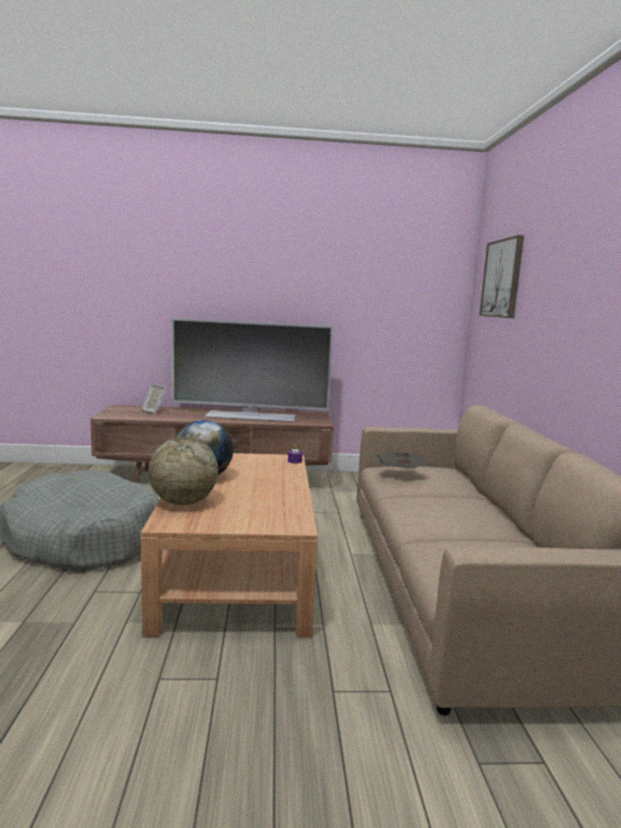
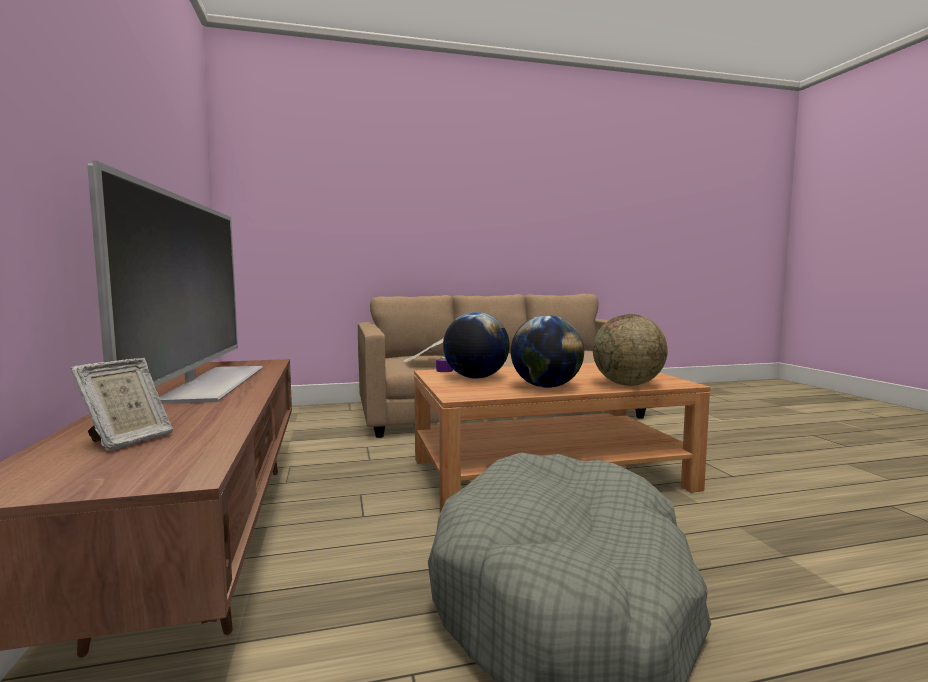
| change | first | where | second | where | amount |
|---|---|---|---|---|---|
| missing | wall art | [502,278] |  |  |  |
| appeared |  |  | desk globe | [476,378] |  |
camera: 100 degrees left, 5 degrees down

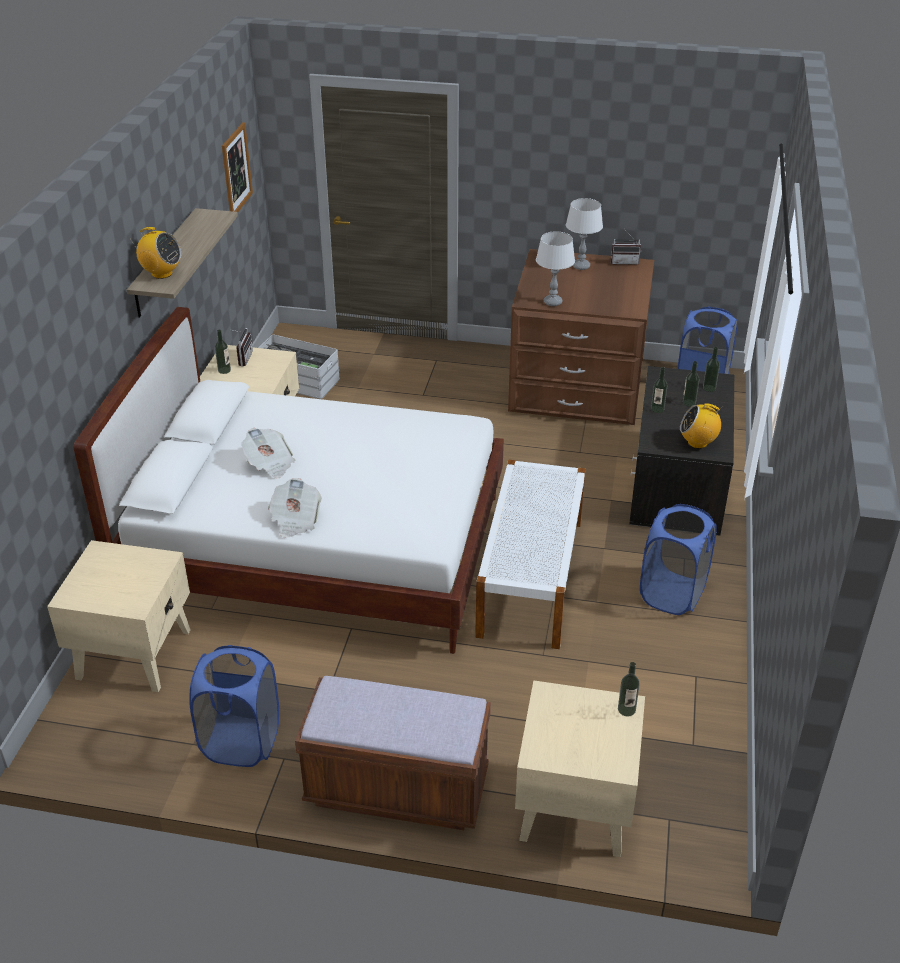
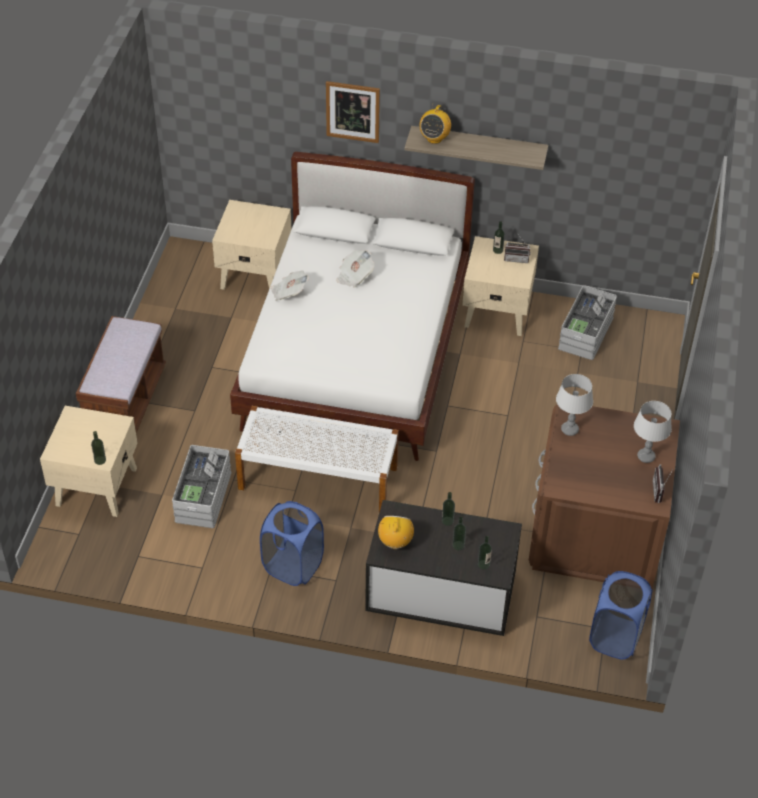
| change | first | where | second | where | amount |
|---|---|---|---|---|---|
| missing | bluish laundry basket | [241,742] |  |  |  |
| relocated | wall art | [236,170] |  | [353,111] |  |
| appeared |  |  | grey storage box | [202,496] |  |
camera: 90 degrees right, 10 degrees up

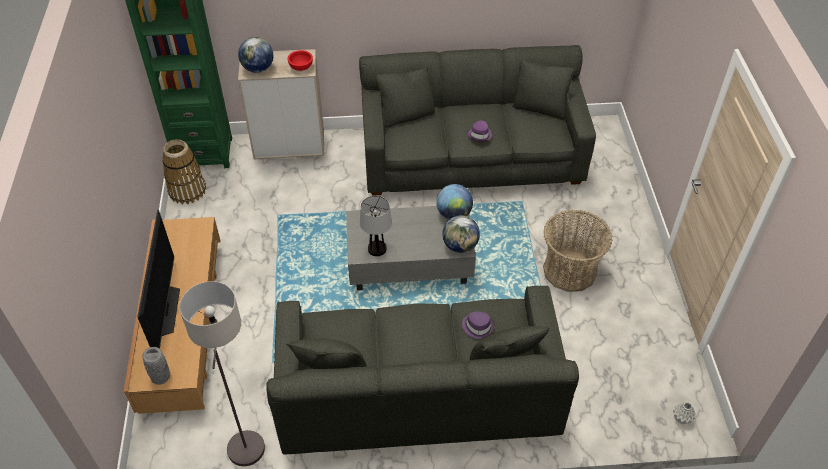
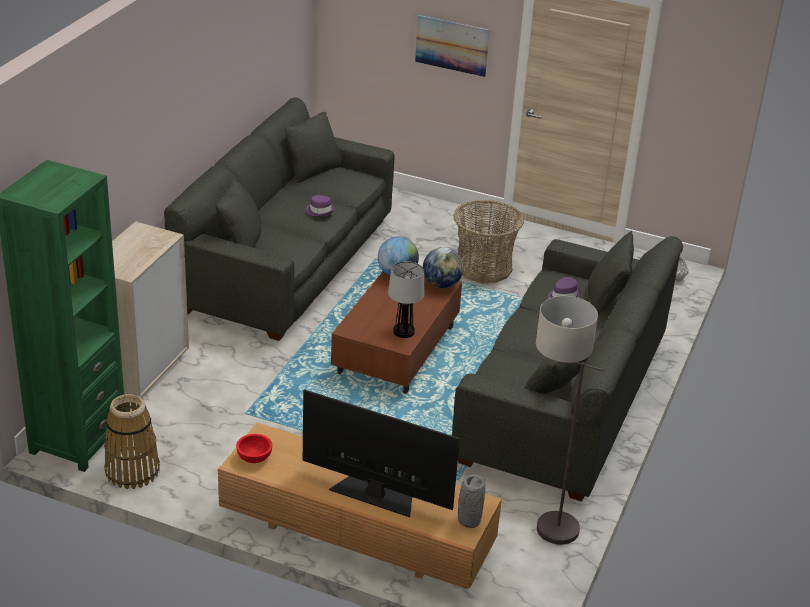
| change | first | where | second | where | amount |
|---|---|---|---|---|---|
| missing | desk globe | [258,69] |  |  |  |
| relocated | red serving bowl | [301,67] |  | [254,457] |  |
| colour | grey low table | [408,262] | brown low table | [395,350] |  |
| appeared |  |  | wall art | [452,45] |  |
camera: 65 degrees left, 15 degrees down

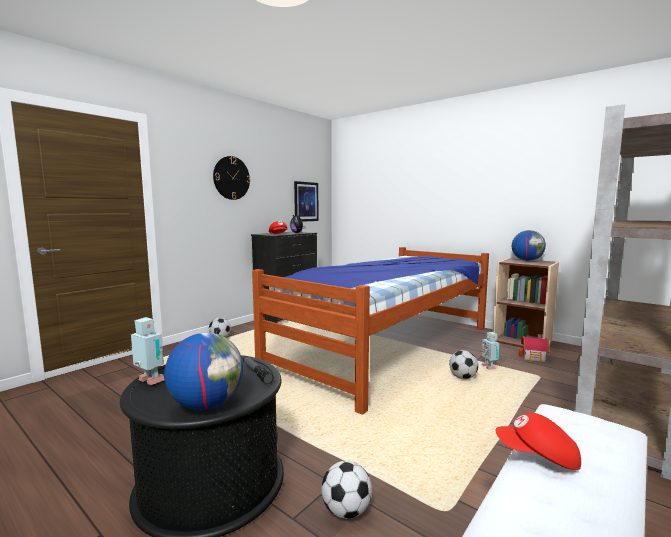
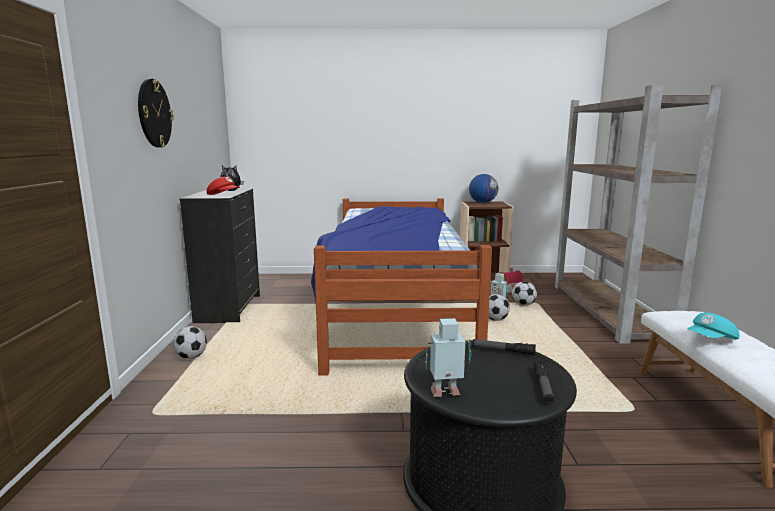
| change | first | where | second | where | amount |
|---|---|---|---|---|---|
| exchanged | desk globe | [206,404] | torch | [543,386] |  |
| missing | wall art | [306,201] |  |  |  |
| relocated | football ball | [346,511] |  | [523,305] |  |
| colour | red peaked cap | [538,457] | turquoise peaked cap | [711,340] |  |
camera: 40 degrees left, 5 degrees up

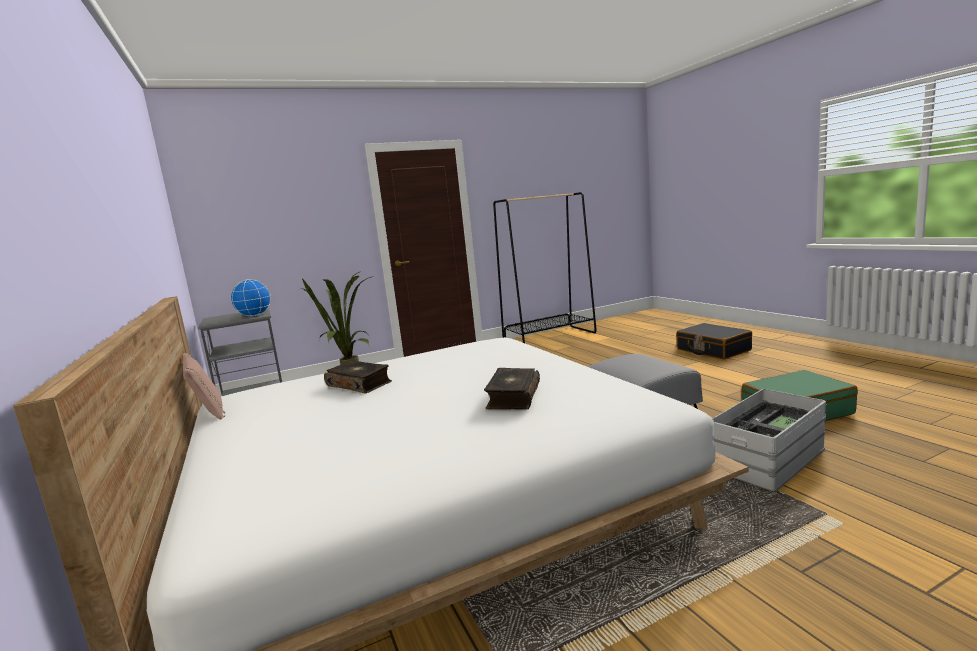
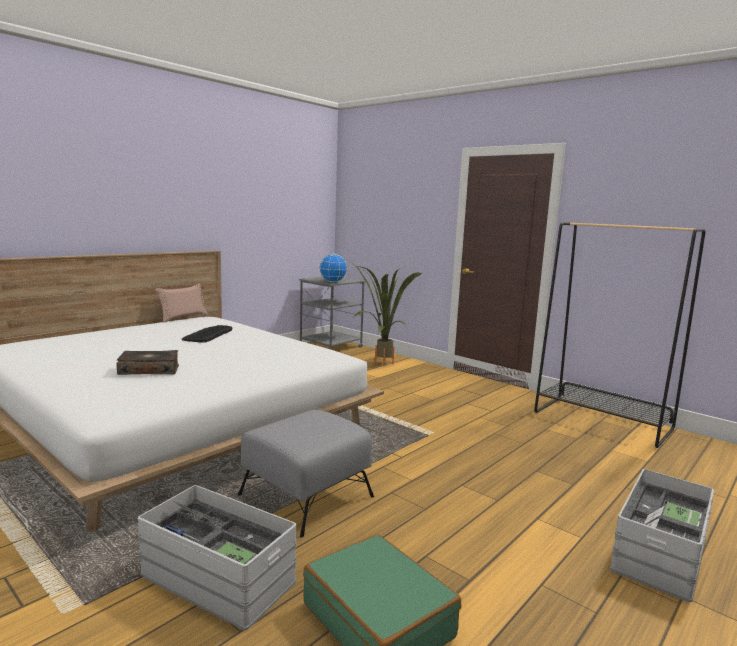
| change | first | where | second | where | amount |
|---|---|---|---|---|---|
| exchanged | book | [359,384] | PC keyboard | [207,335] |  |
| exchanged | blackish piece of luggage | [713,350] | grey storage box | [661,553] |  |
camera: 65 degrees right, 0 degrees up

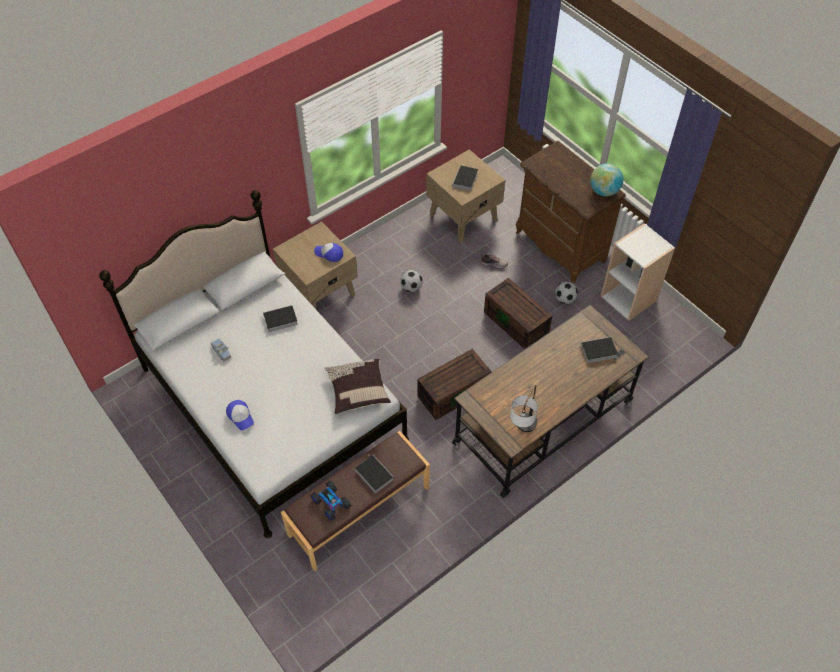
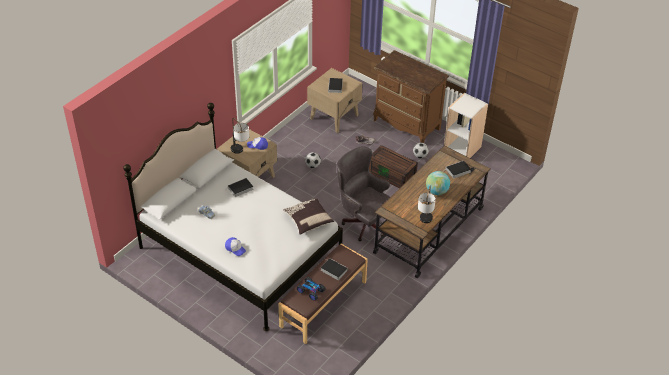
| change | first | where | second | where | amount |
|---|---|---|---|---|---|
| exchanged | brown storage box | [453,391] | grey office chair | [363,223] |  |
| relocated | desk globe | [604,191] |  | [437,191] |  |
| appeared |  |  | lamp for a table | [240,152] |  |
camera: 15 degrees left, 10 degrees down

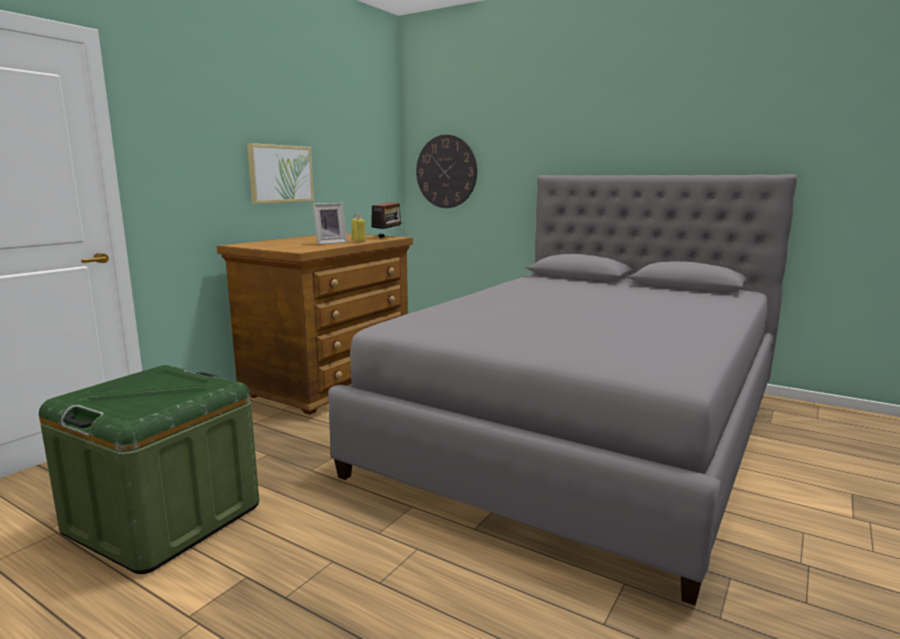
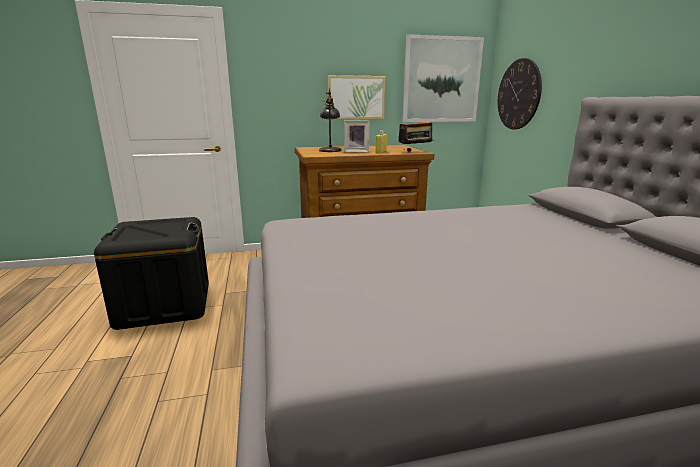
| change | first | where | second | where | amount |
|---|---|---|---|---|---|
| colour | green-coloured storage box | [164,519] | blackish storage box | [165,305] |  |
| appeared |  |  | grey lamp for a table | [330,149] |  |
| appeared |  |  | wall art | [441,80] |  |
camera: 45 degrees right, 5 degrees up

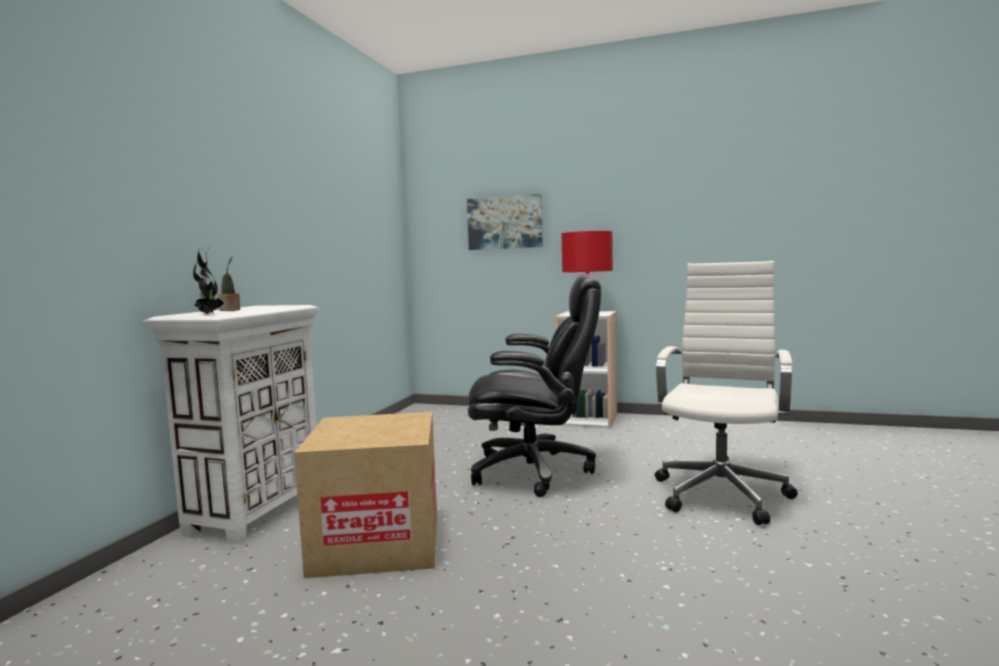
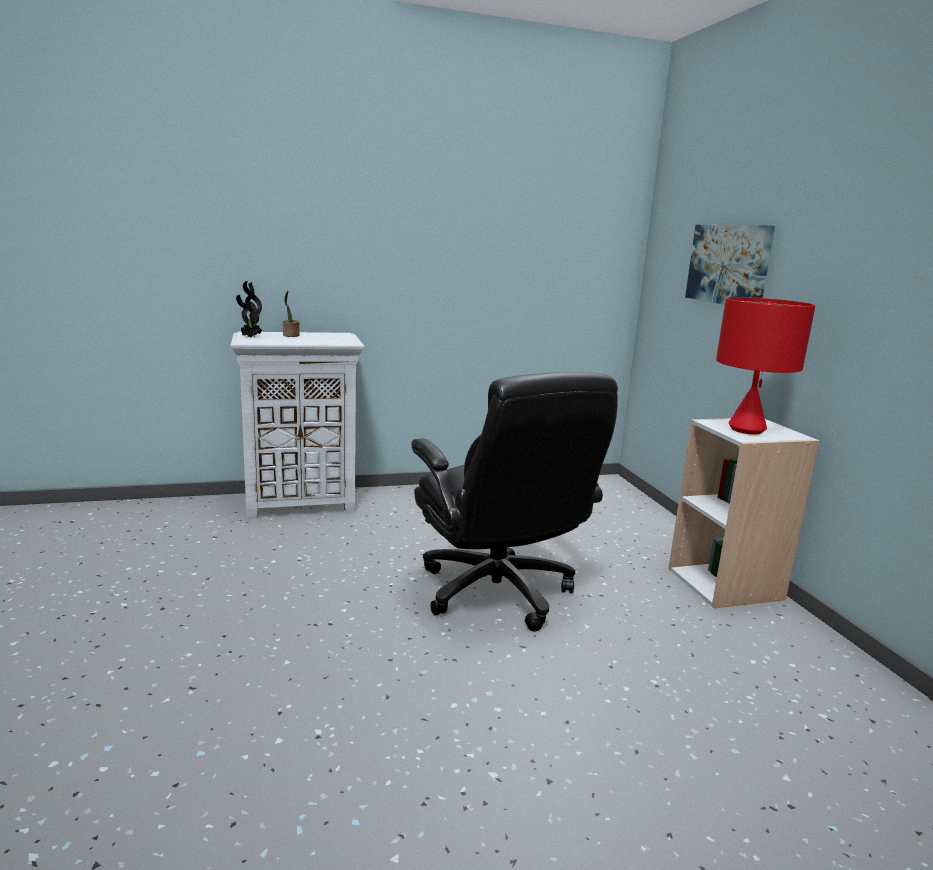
| change | first | where | second | where | amount |
|---|---|---|---|---|---|
| missing | cardboard box | [377,542] |  |  |  |
| missing | white-coloured office chair | [721,492] |  |  |  |
camera: 55 degrees right, 10 degrees up

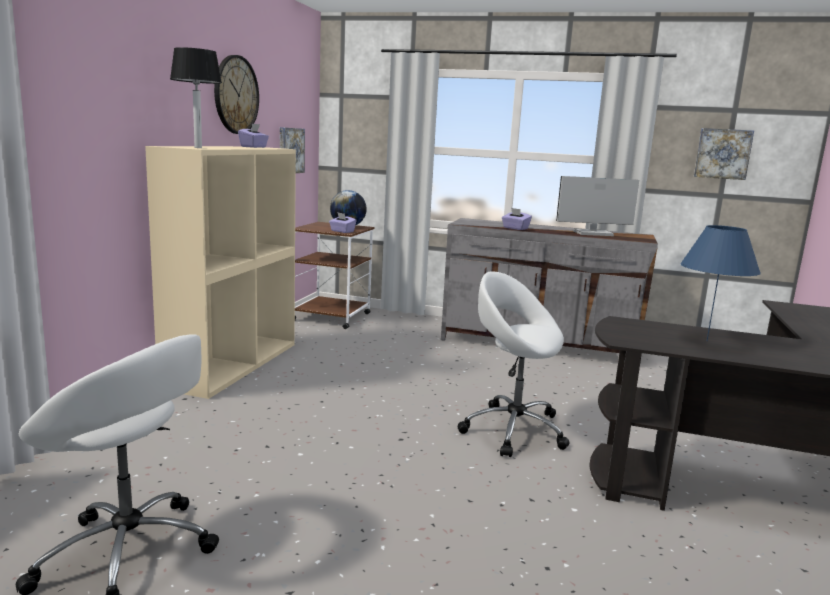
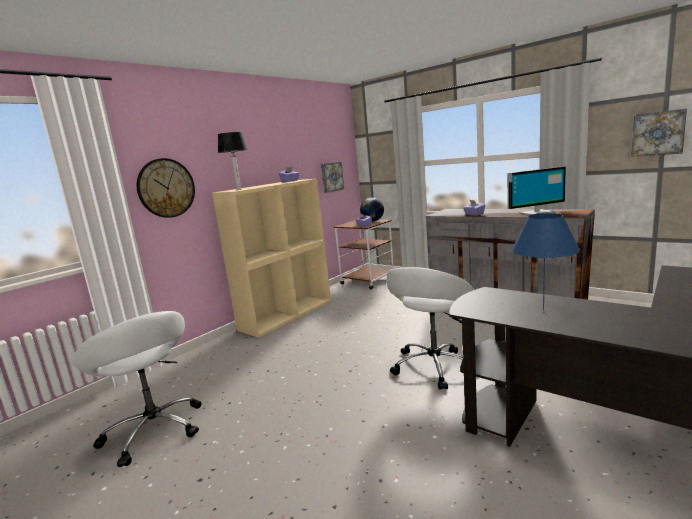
| change | first | where | second | where | amount |
|---|---|---|---|---|---|
| relocated | wall clock | [236,95] |  | [166,188] |  |
| spun | white-coloured office chair | [512,430] |  | [432,368] | 105 degrees counterclockwise |
| spun | computer screen | [593,233] |  | [536,213] | 150 degrees clockwise |
camera: 25 degrees right, 0 degrees up

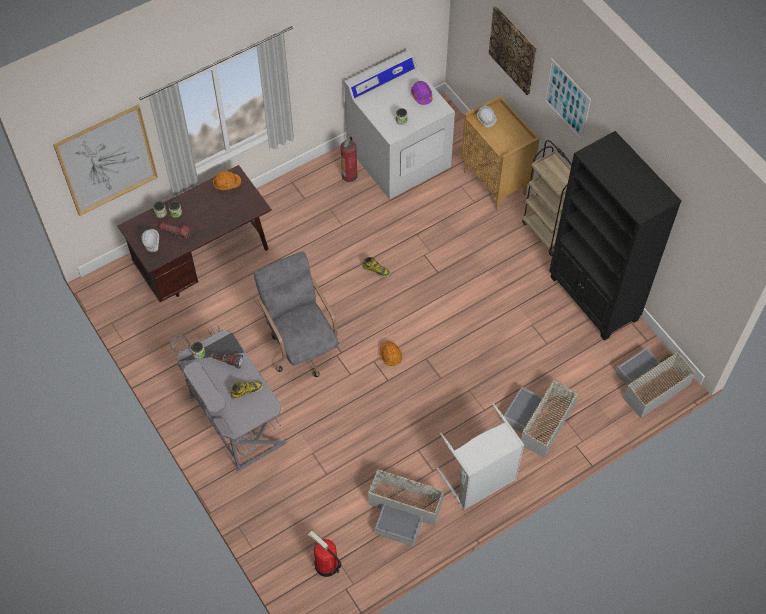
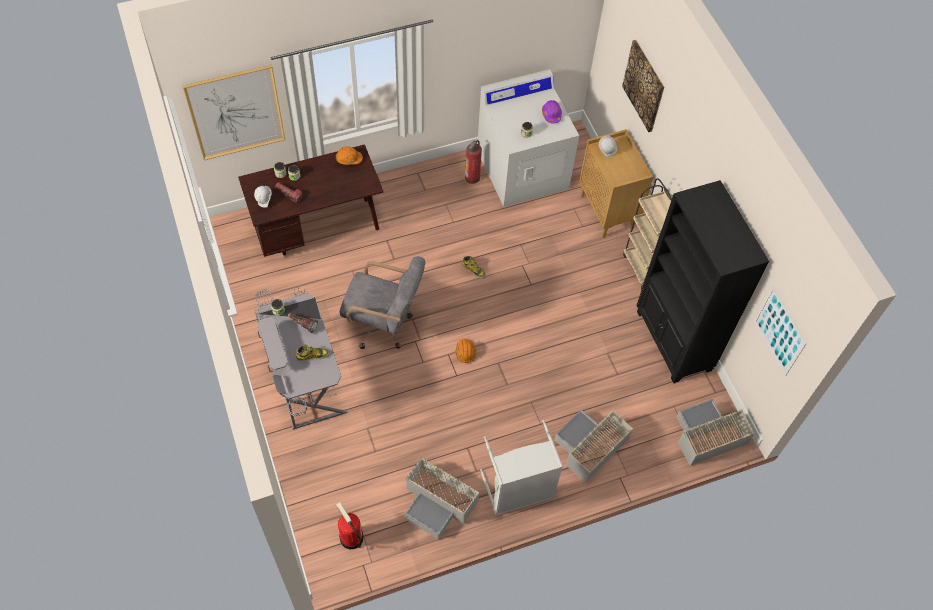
| change | first | where | second | where | amount |
|---|---|---|---|---|---|
| spun | grey office chair | [301,347] |  | [384,326] | 120 degrees clockwise |
| relocated | wall art | [567,99] |  | [779,331] |  |
camera: 10 degrees right, 0 degrees up

